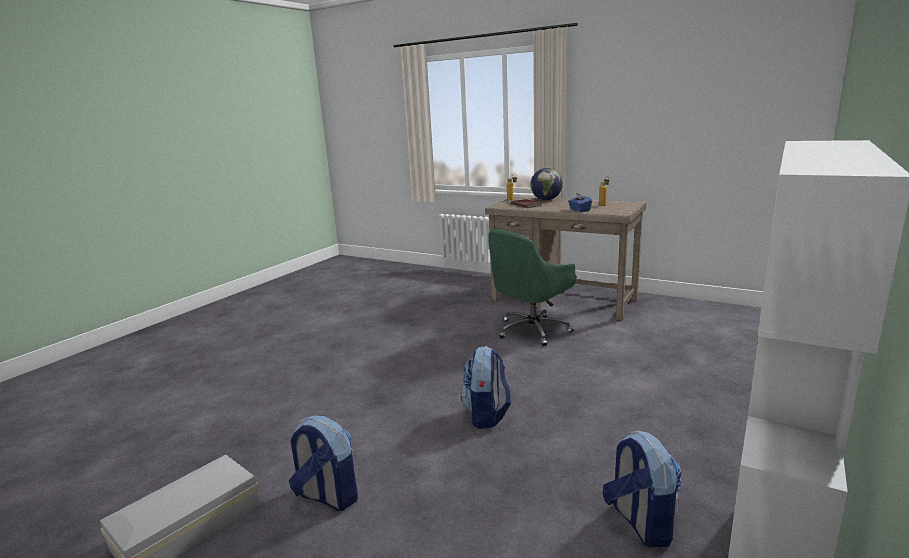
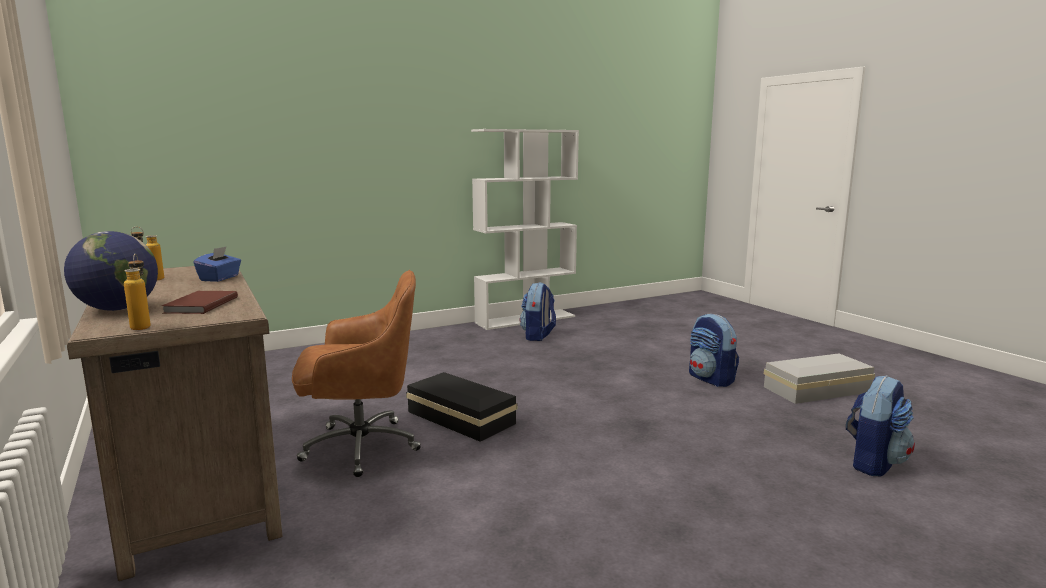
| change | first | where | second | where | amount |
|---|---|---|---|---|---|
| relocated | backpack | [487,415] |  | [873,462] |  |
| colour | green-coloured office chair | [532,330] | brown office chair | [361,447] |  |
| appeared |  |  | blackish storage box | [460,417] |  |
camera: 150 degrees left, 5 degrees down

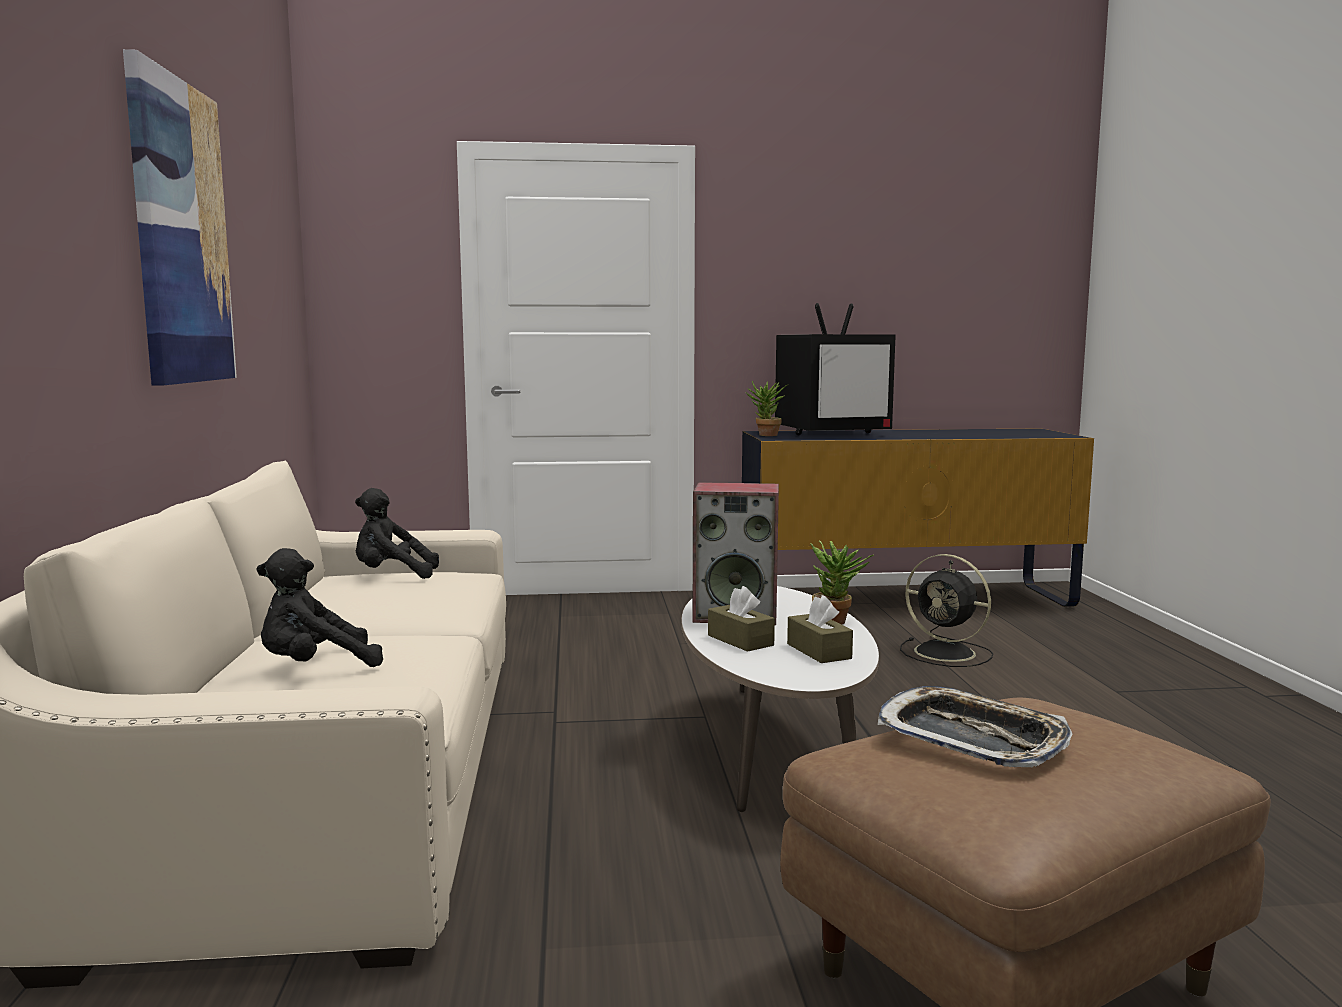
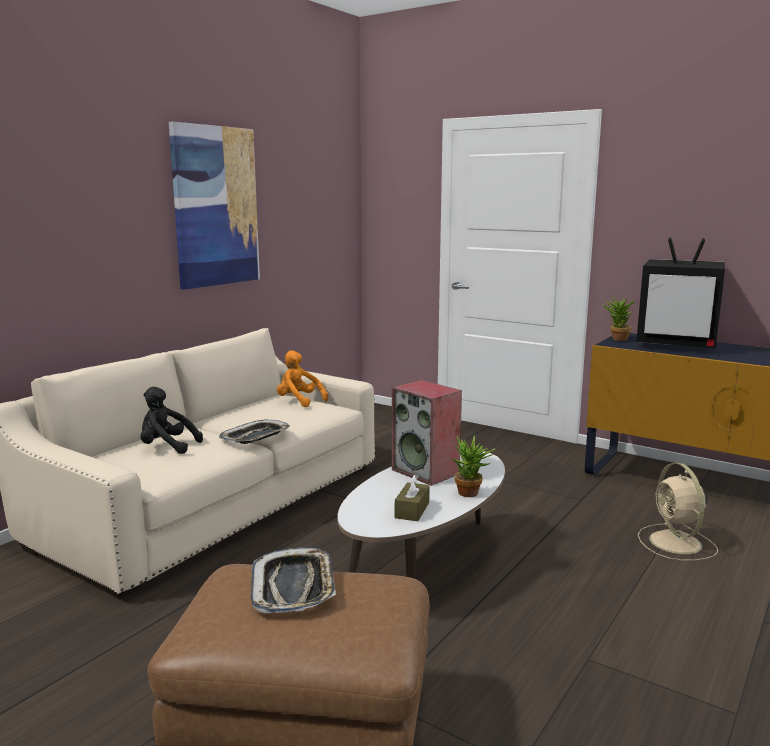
| change | first | where | second | where | amount |
|---|---|---|---|---|---|
| colour | blackish cuddly toy | [392,576] | orange-coloured cuddly toy | [299,401] |  |
| missing | brown tissue holder | [740,640] |  |  |  |
| colour | blackish fan | [947,653] | beige-coloured fan | [676,543] |  |
| appeared |  |  | carrying tray | [255,437] |  |
camera: 40 degrees right, 5 degrees up

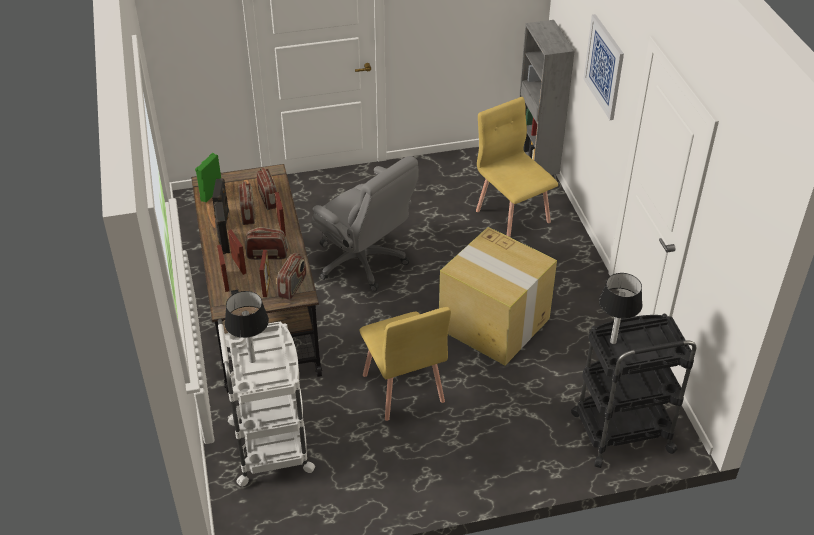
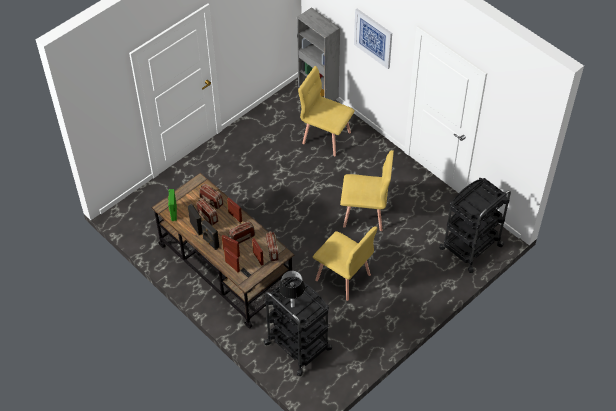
| change | first | where | second | where | amount |
|---|---|---|---|---|---|
| colour | white-coloured wheeled cart | [271,446] | blackish wheeled cart | [298,346] |  |
| missing | grey office chair | [365,264] |  |  |  |
| exchanged | cardboard box | [495,324] | yellow-coloured chair | [365,214] |  |
| missing | lamp for a table | [613,342] |  |  |  |
camera: 30 degrees left, 10 degrees up

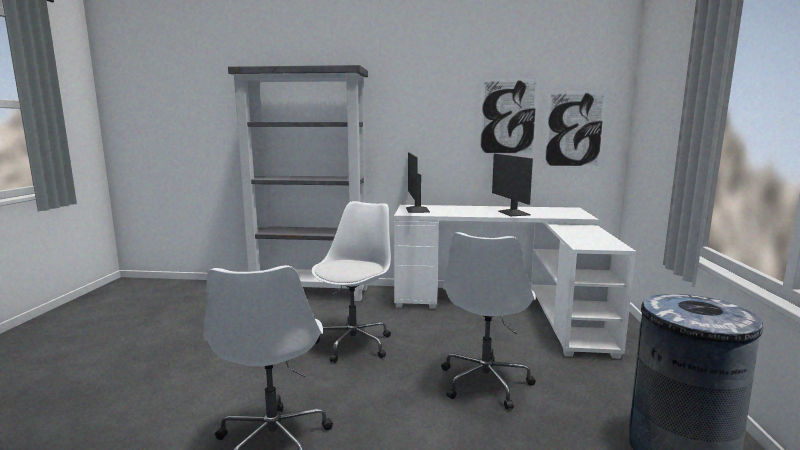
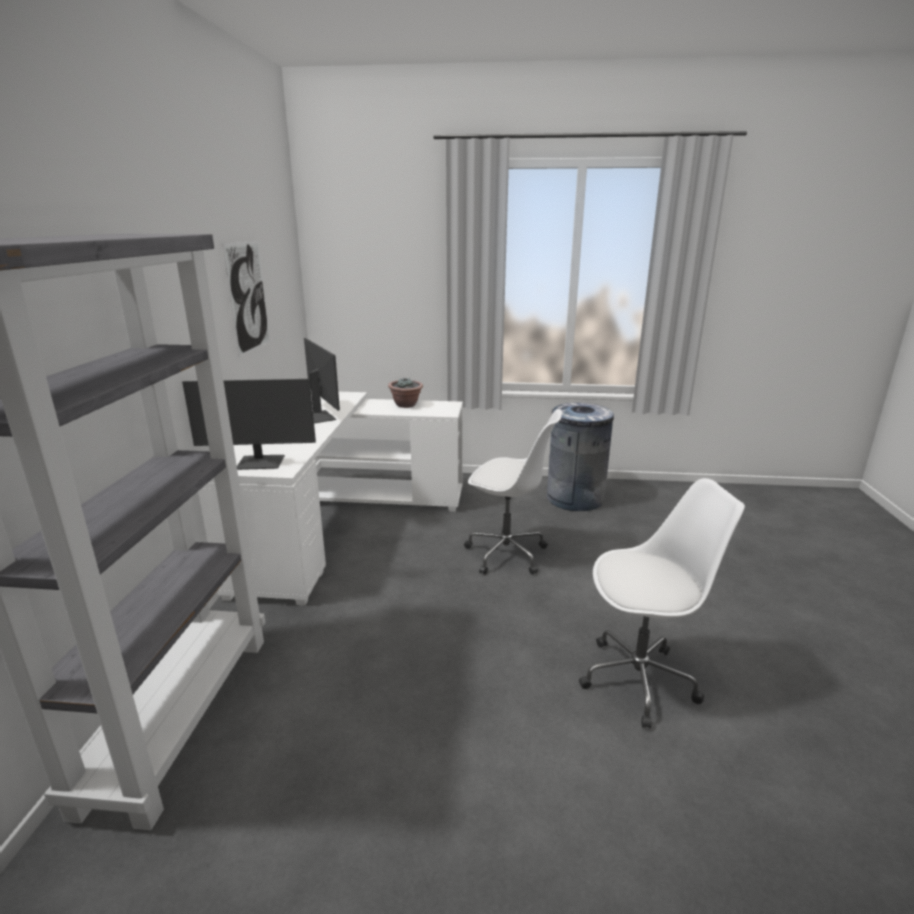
| change | first | where | second | where | amount |
|---|---|---|---|---|---|
| missing | white-coloured office chair | [354,343] |  |  |  |
| spun | computer screen | [513,213] |  | [318,417] | 105 degrees counterclockwise |
| missing | wall art | [574,130] |  |  |  |
| appeared |  |  | houseplant | [406,405] |  |
camera: 90 degrees left, 10 degrees up

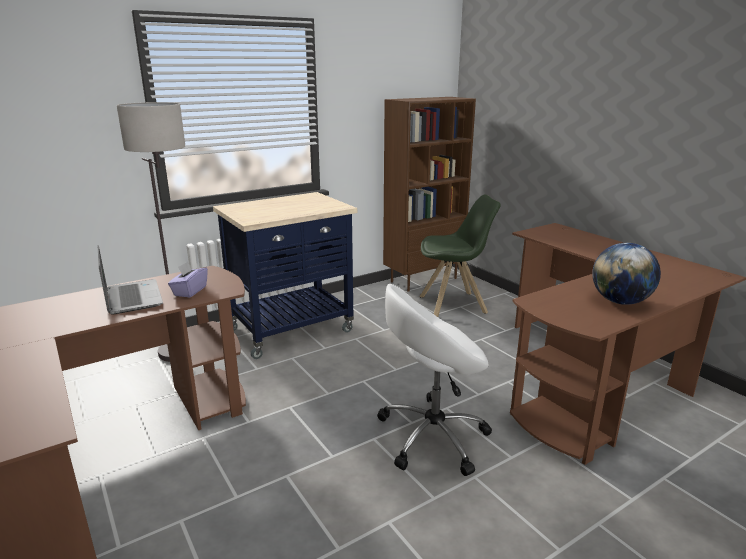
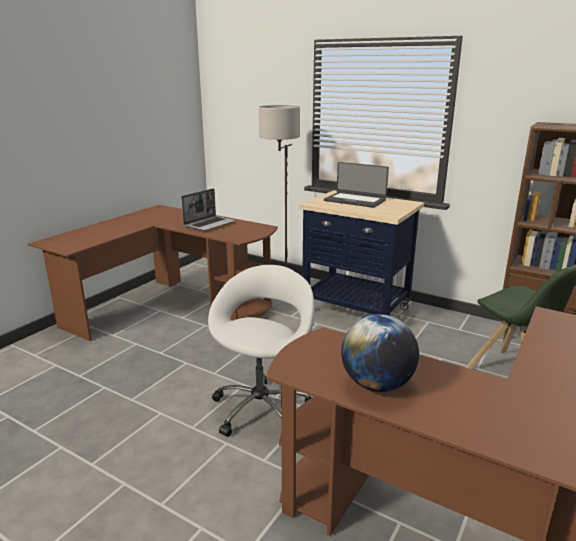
| change | first | where | second | where | amount |
|---|---|---|---|---|---|
| missing | purple tissue holder | [190,291] |  |  |  |
| spun | white-coloured office chair | [430,436] |  | [263,410] | 75 degrees clockwise |
| appeared |  |  | notebook computer | [355,200] |  |
camera: 65 degrees right, 0 degrees up

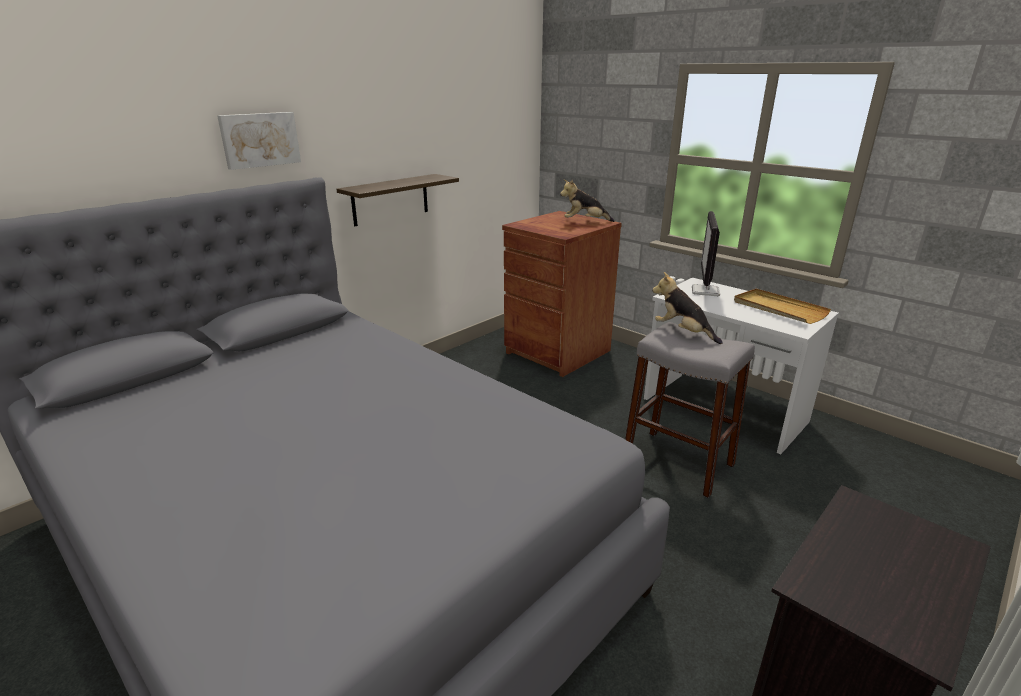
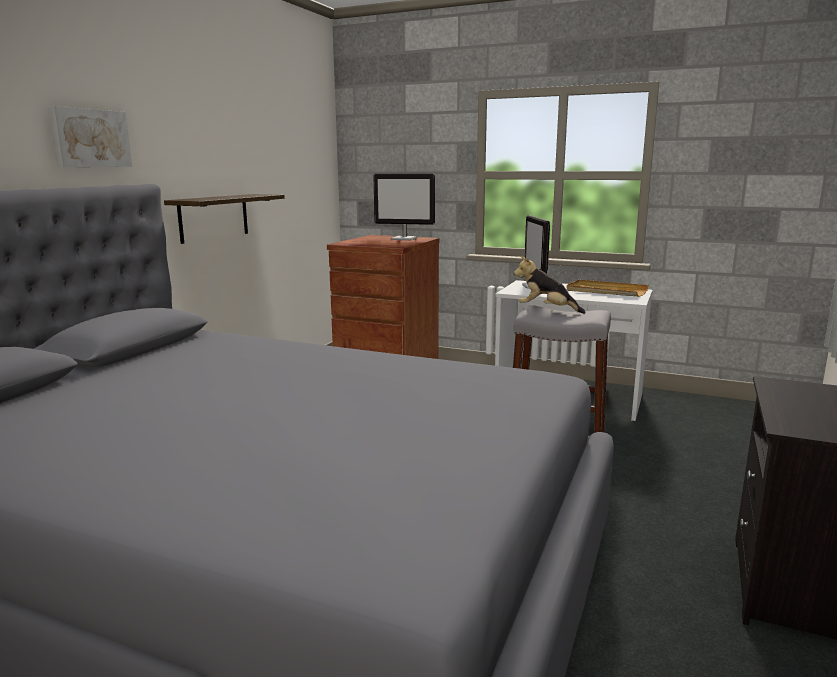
| change | first | where | second | where | amount |
|---|---|---|---|---|---|
| exchanged | cuddly toy | [584,222] | computer screen | [405,239] |  |
camera: 20 degrees left, 10 degrees down

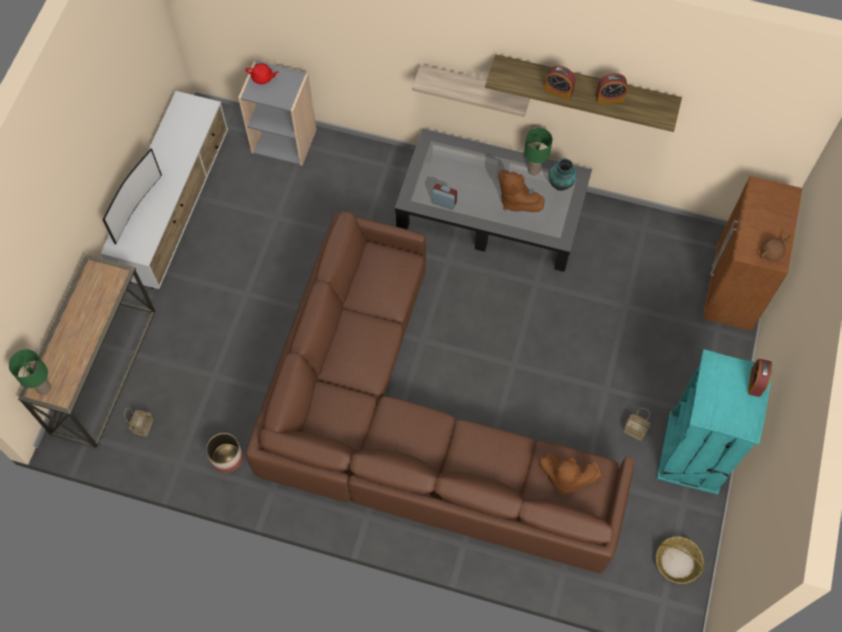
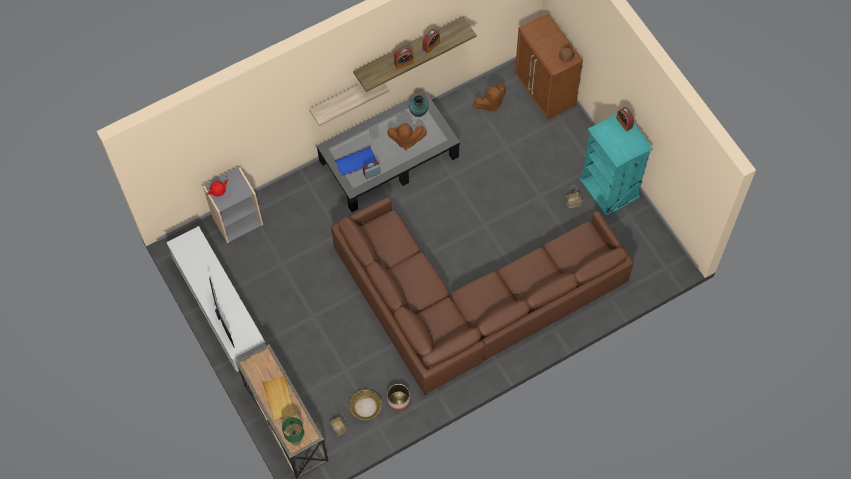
| change | first | where | second | where | amount |
|---|---|---|---|---|---|
| missing | green-coloured lamp for a table | [533,170] |  |  |  |
| relocated | brown cuddly toy | [565,477] |  | [490,103] |  |
| relocated | storage basket | [678,562] |  | [365,406] |  |
| appeared |  |  | beige-coloured carrying tray | [279,398] |  |
| appeared |  |  | bluish carrying tray | [356,162] |  |
camera: 45 degrees left, 0 degrees up

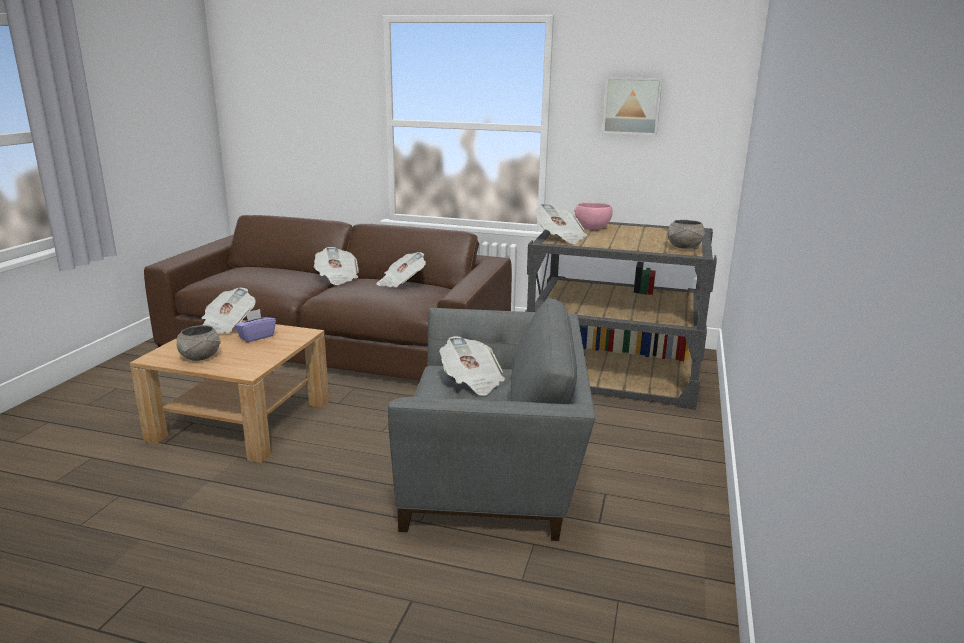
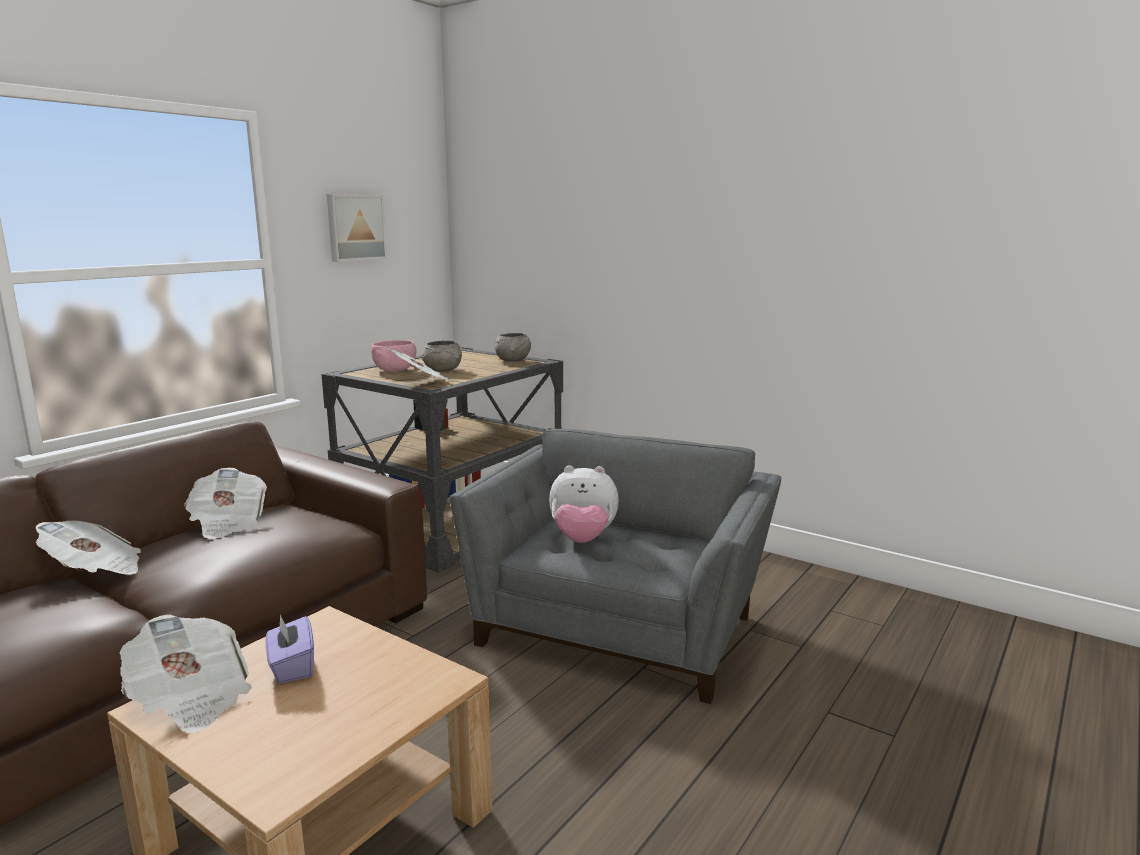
| change | first | where | second | where | amount |
|---|---|---|---|---|---|
| relocated | grey serving bowl | [200,357] |  | [443,370] |  |
| exchanged | newspaper | [472,381] | cuddly toy | [582,539] |  |
camera: 70 degrees left, 5 degrees down

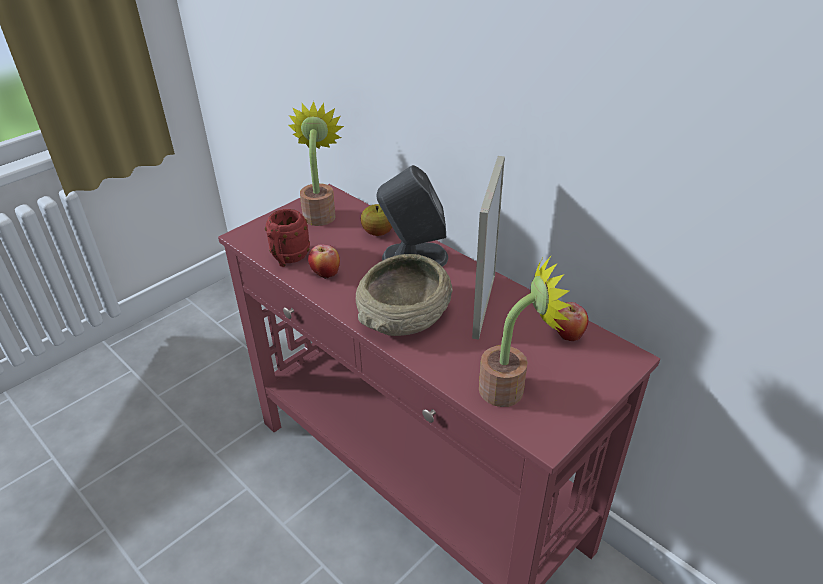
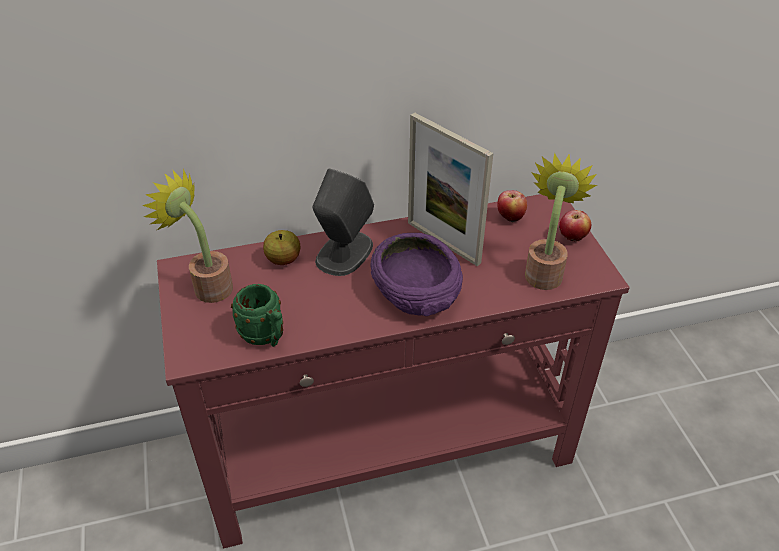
| change | first | where | second | where | amount |
|---|---|---|---|---|---|
| colour | red coffee mug | [287,259] | green-coloured coffee mug | [266,337] |  |
| relocated | apple | [325,274] |  | [572,238] |  |
| colour | beige-coloured serving bowl | [405,313] | purple serving bowl | [416,290] |  |
camera: 60 degrees left, 5 degrees up

